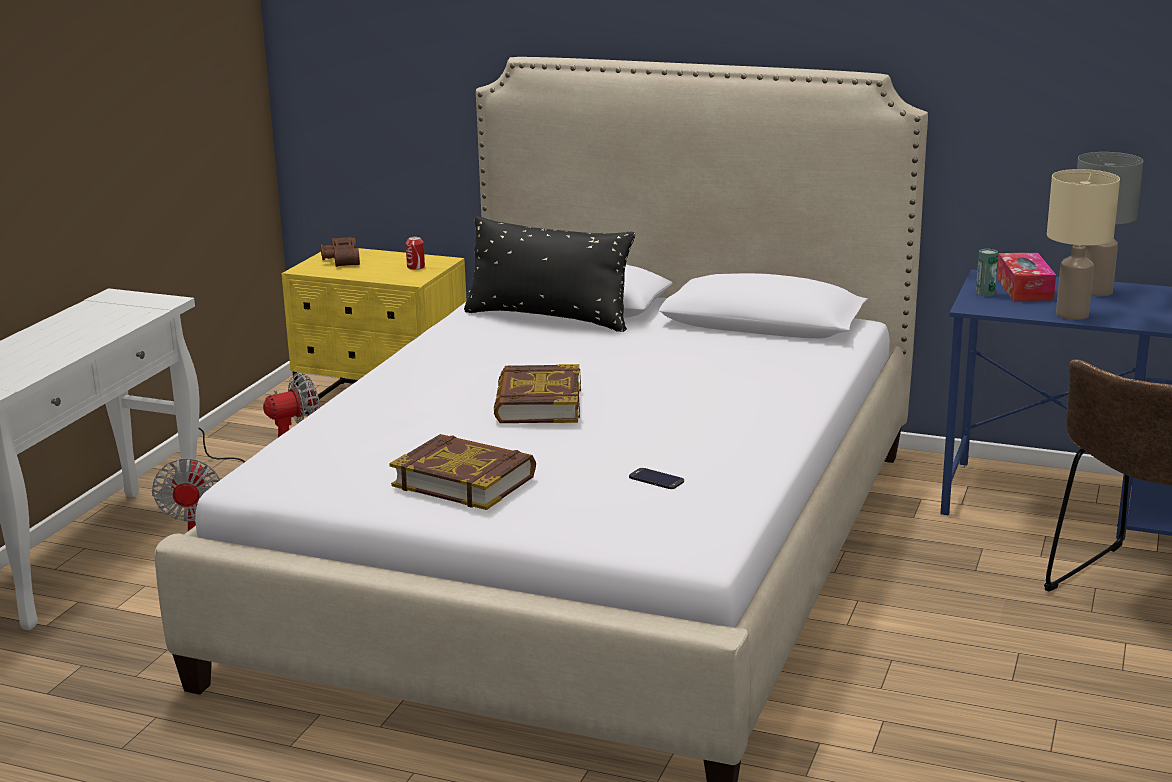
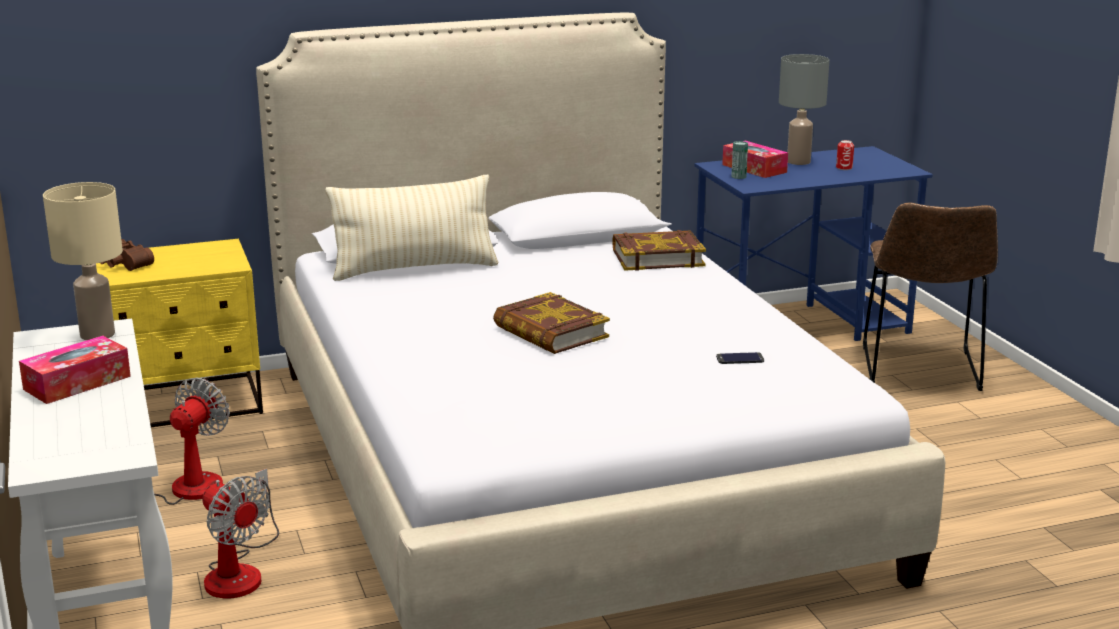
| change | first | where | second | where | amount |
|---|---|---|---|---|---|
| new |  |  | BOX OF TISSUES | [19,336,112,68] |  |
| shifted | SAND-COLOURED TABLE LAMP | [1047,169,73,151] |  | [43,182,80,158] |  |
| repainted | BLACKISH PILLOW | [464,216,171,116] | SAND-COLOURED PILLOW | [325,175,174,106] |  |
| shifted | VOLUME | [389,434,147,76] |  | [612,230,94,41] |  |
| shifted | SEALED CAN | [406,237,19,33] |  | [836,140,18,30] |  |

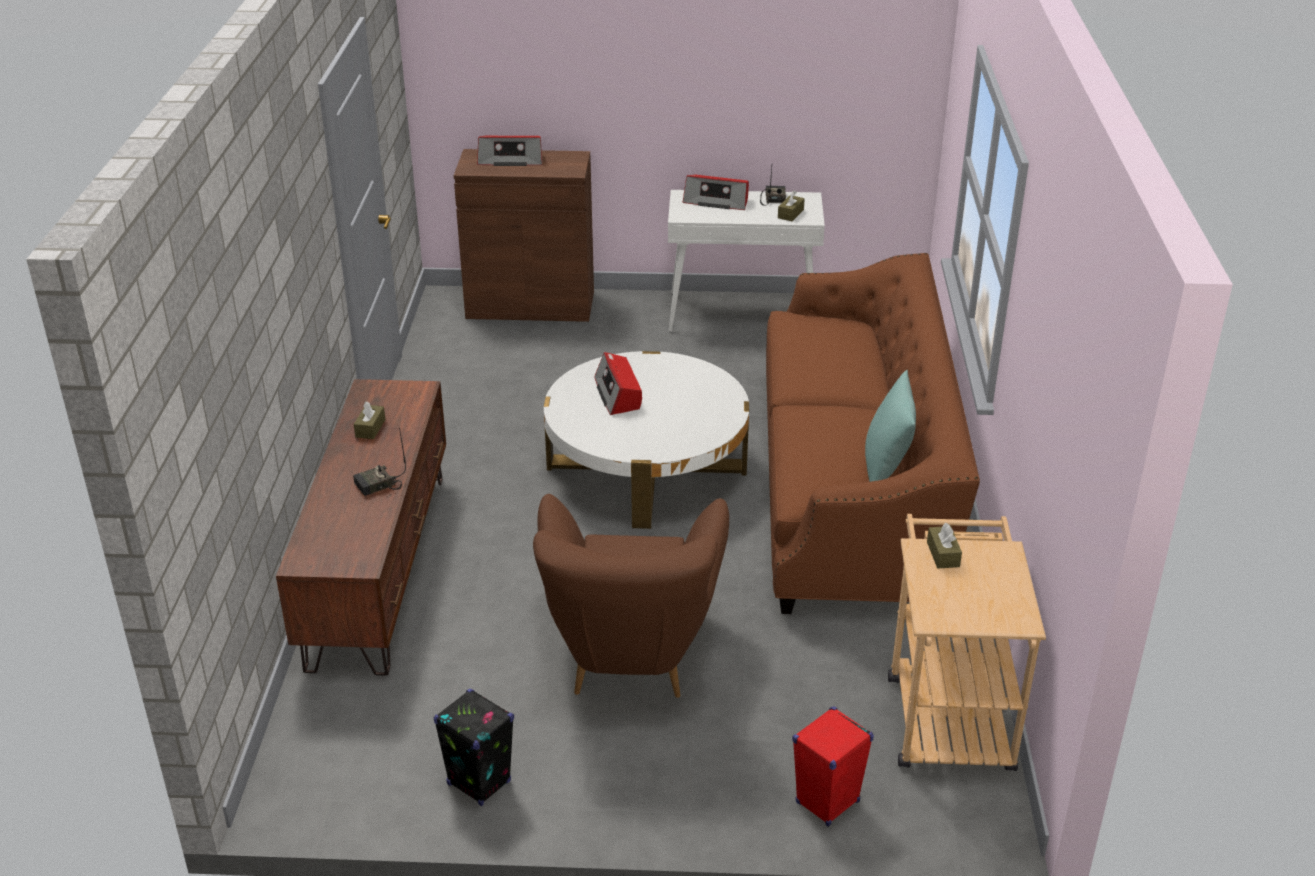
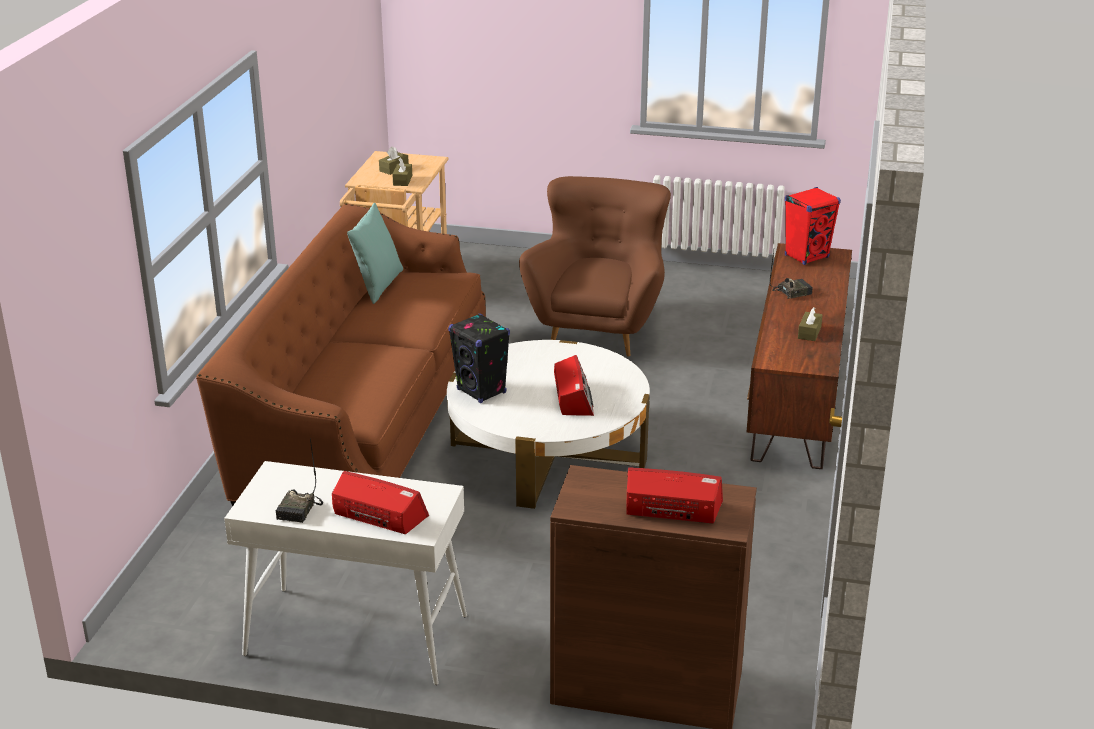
| change | first | where | second | where | amount |
|---|---|---|---|---|---|
| shifted | BROWNISH BOX OF TISSUES | [778,191,27,30] |  | [379,146,30,29] |  |
| shifted | BLACKISH SPEAKER | [434,689,80,117] |  | [448,313,62,90] |  |
| shifted | REDDISH SPEAKER | [792,706,82,121] |  | [785,187,56,78] |  |

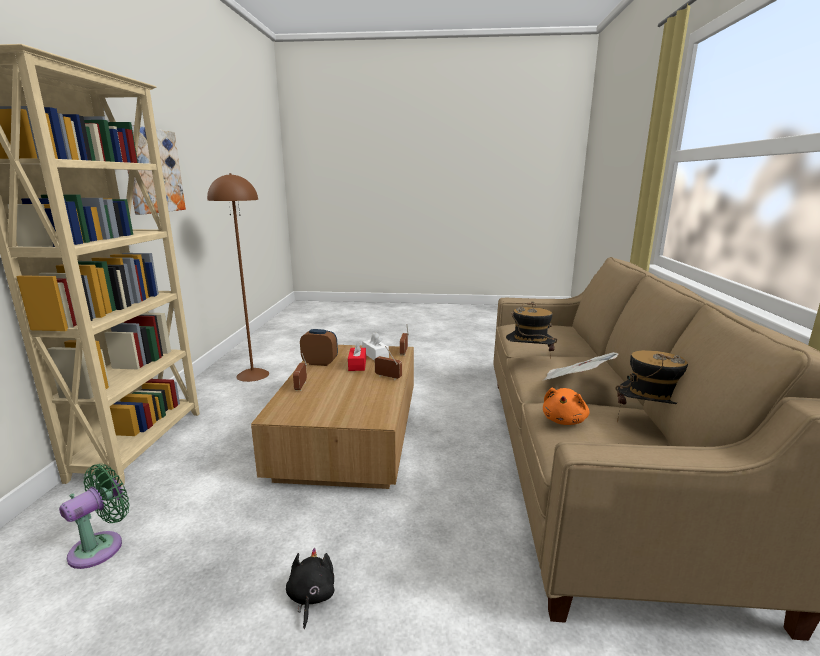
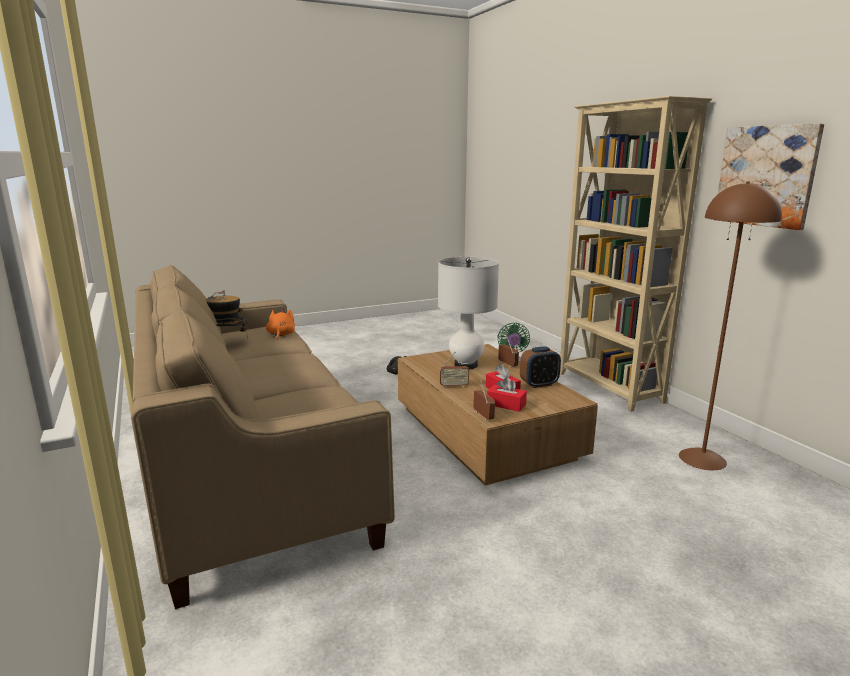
| change | first | where | second | where | amount |
|---|---|---|---|---|---|
| new |  |  | WHITE TABLE LAMP | [438,257,61,112] |  |
| repainted | WHITE BOX OF TISSUES | [362,332,27,29] | REDDISH BOX OF TISSUES | [487,377,40,35] |  |
| gone | WEARABLE HAT | [506,301,51,58] |  |  |  |
| gone | DAILY PAPER | [544,352,74,28] |  |  |  |

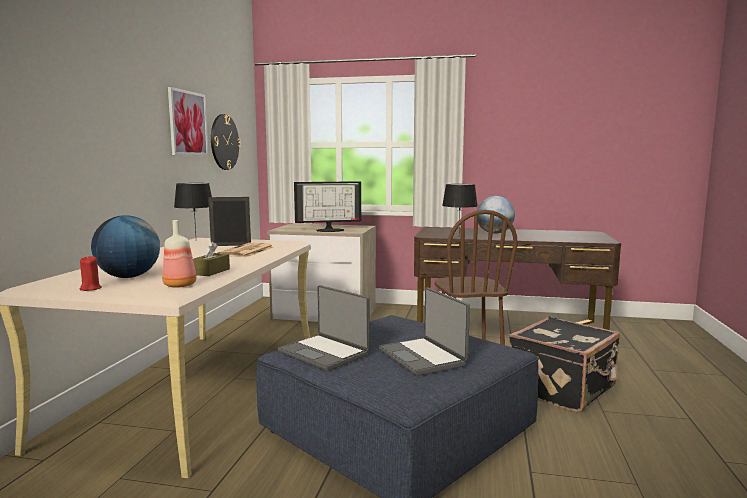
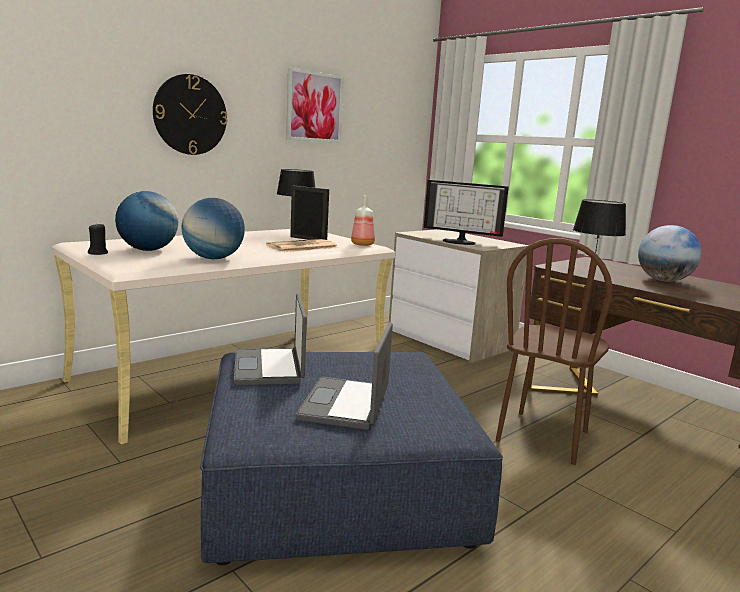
| change | first | where | second | where | amount |
|---|---|---|---|---|---|
| repainted | REDDISH CANDLE | [79,255,23,36] | BLACKISH CANDLE | [88,223,20,32] |  |
| shifted | HANGING CLOCK | [211,114,30,56] |  | [153,74,74,81] |  |
| swapped | BROWNISH BOX OF TISSUES | [193,241,37,35] | DESK GLOBE | [181,198,64,61] |  |
| shifted | BOTTLE | [162,220,34,68] |  | [351,196,24,50] |  |
| gone | BLACKISH SUITCASE | [509,316,111,96] |  |  |  |

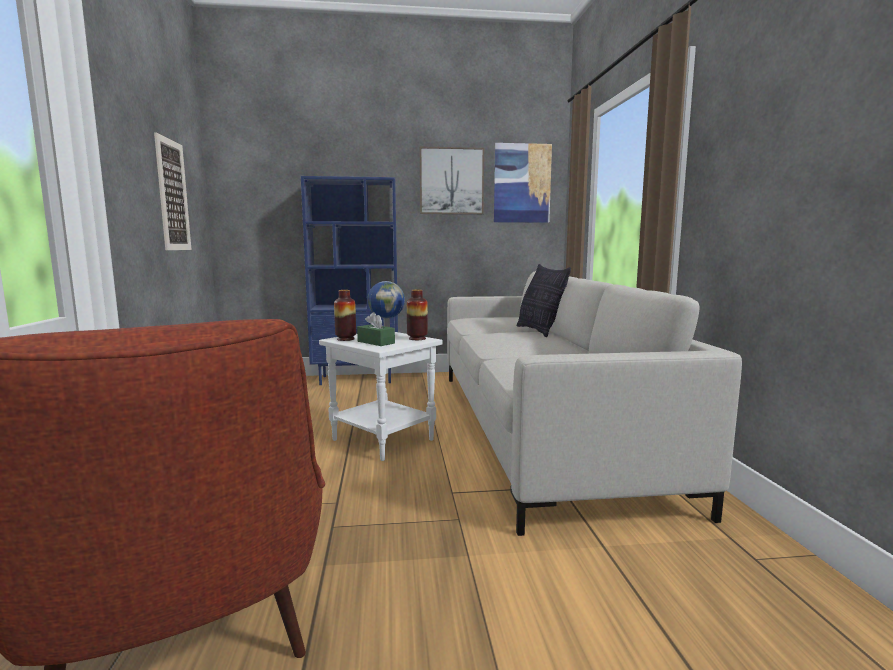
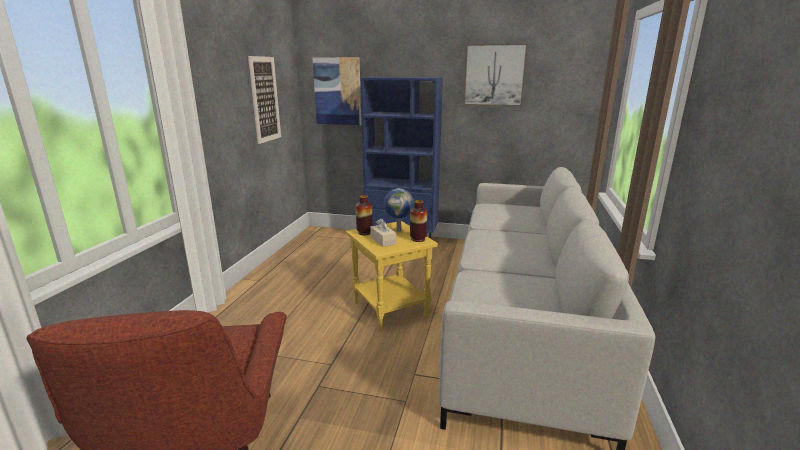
| change | first | where | second | where | amount |
|---|---|---|---|---|---|
| shifted | WALL ART | [494,143,58,80] |  | [312,57,49,68] |  |
| repainted | WHITE ACCENT TABLE | [319,332,124,129] | YELLOWISH ACCENT TABLE | [346,221,92,110] |  |
| repainted | GREENISH BOX OF TISSUES | [357,312,38,34] | SAND-COLOURED BOX OF TISSUES | [370,218,26,29] |  |
| gone | PILLOW | [517,264,54,73] |  |  |  |

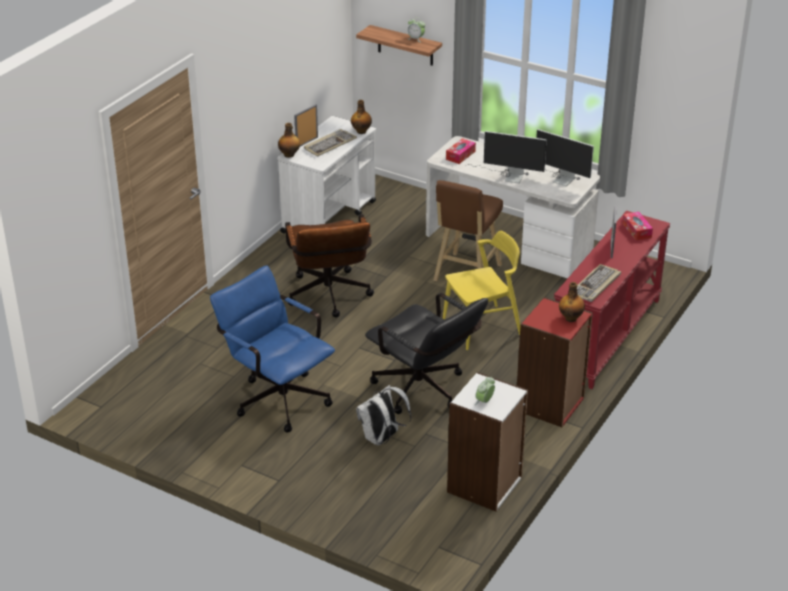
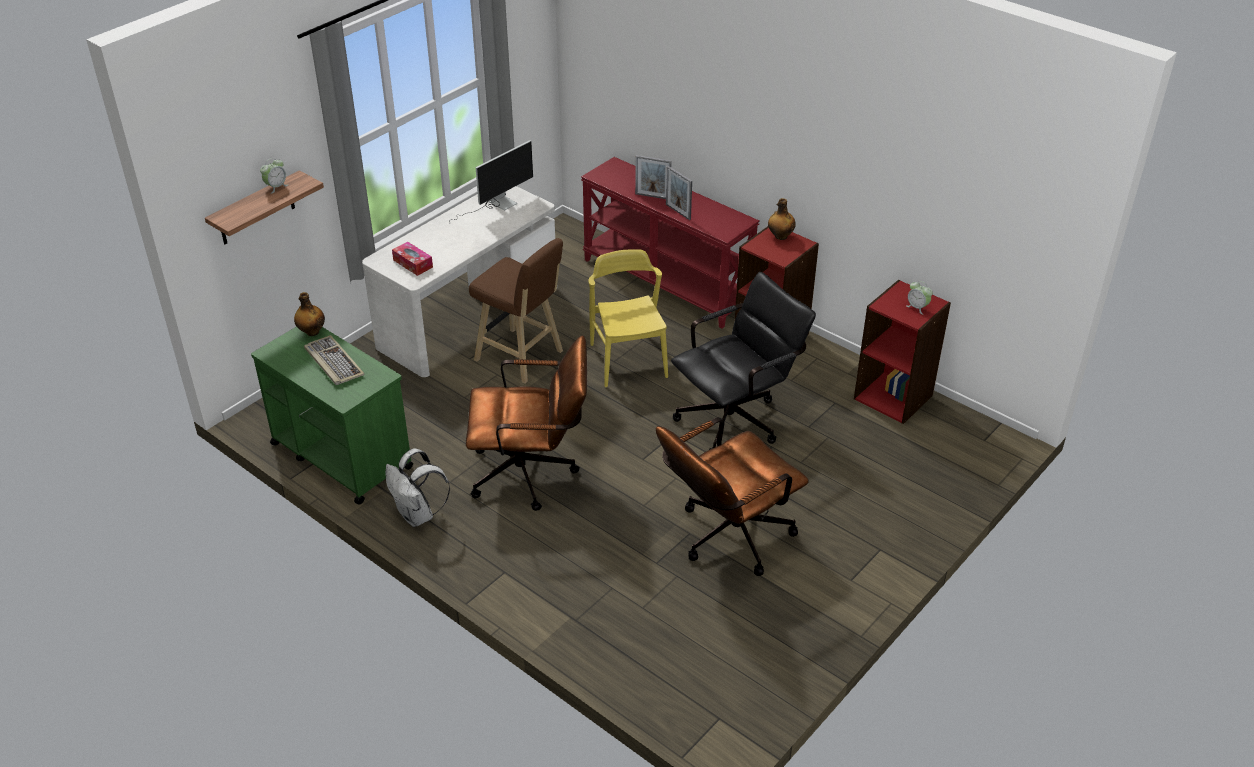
| change | first | where | second | where | amount |
|---|---|---|---|---|---|
| repainted | WHITE TROLLEY | [277,116,99,118] | GREENISH TROLLEY | [251,326,162,179] |  |
| shifted | WHITE KNAPSACK | [356,385,55,60] |  | [386,448,64,79] |  |
| repainted | BLUE-COLOURED OFFICE CHAIR | [210,266,125,167] | BROWNISH OFFICE CHAIR | [656,417,153,159] |  |
| shifted | PHOTO FRAME | [294,104,24,42] |  | [666,166,26,54] |  |
| repainted | WHITE BOOKCASE | [447,372,81,140] | REDDISH BOOKCASE | [854,280,97,144] |  |
| gone | BOTTLE | [278,123,22,35] |  |  |  |
| gone | COMPUTER SCREEN | [466,131,81,53] |  |  |  |
| gone | PC KEYBOARD | [577,264,44,38] |  |  |  |
| gone | BOX OF TISSUES | [622,212,31,29] |  |  |  |

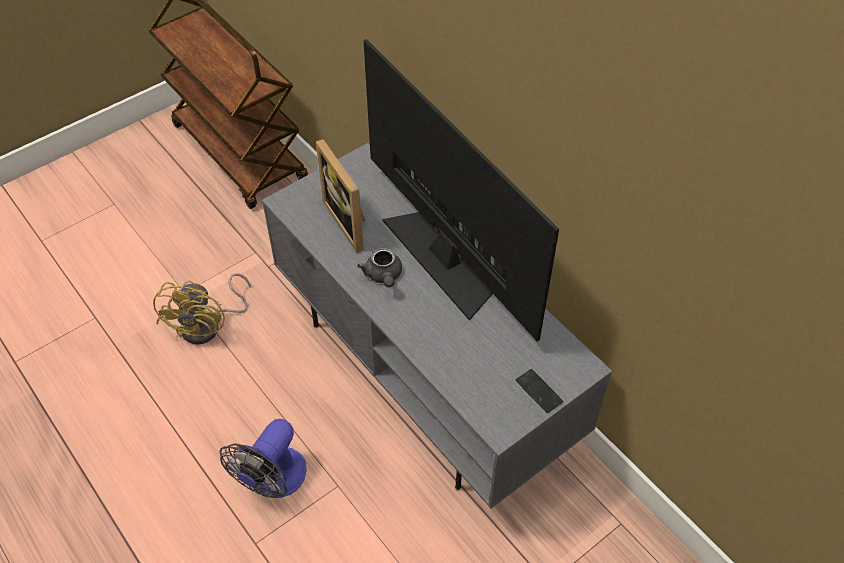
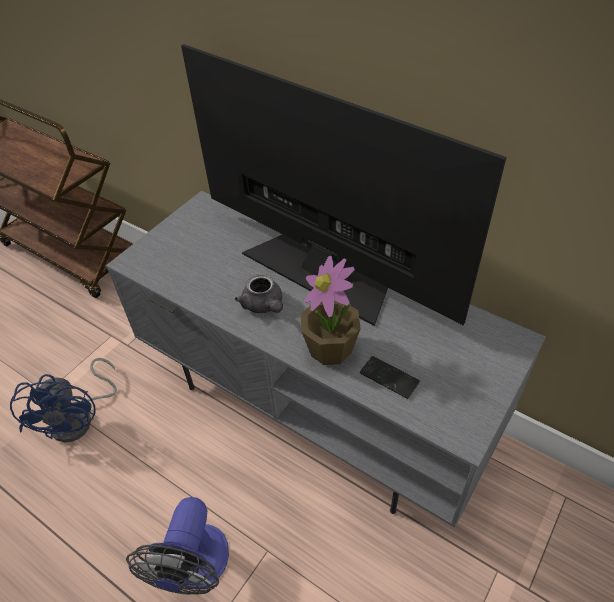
| change | first | where | second | where | amount |
|---|---|---|---|---|---|
| repainted | YELLOWISH FAN | [153,273,98,72] | BLUE-COLOURED FAN | [10,358,107,84] |  |
| new |  |  | POTTED PLANT | [301,256,60,109] |  |
| shifted | TELEPHONE | [516,369,47,44] |  | [360,356,60,43] |  |
| gone | PHOTO FRAME | [316,139,50,113] |  |  |  |

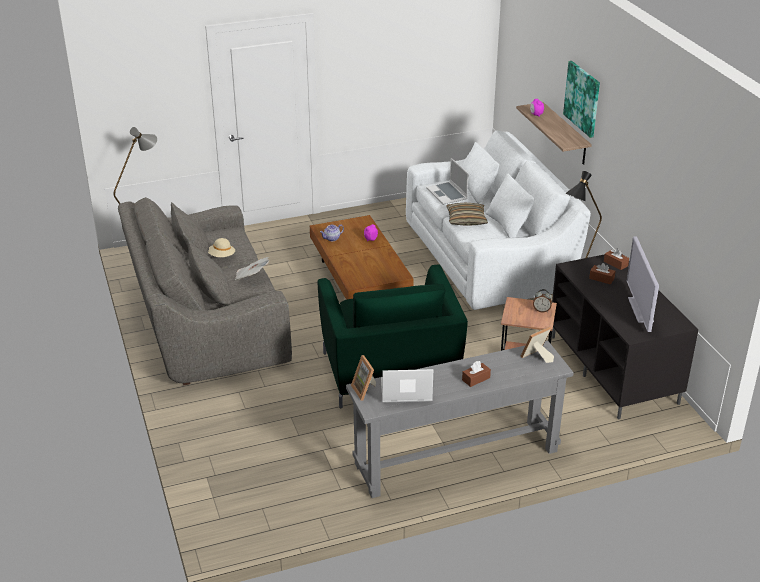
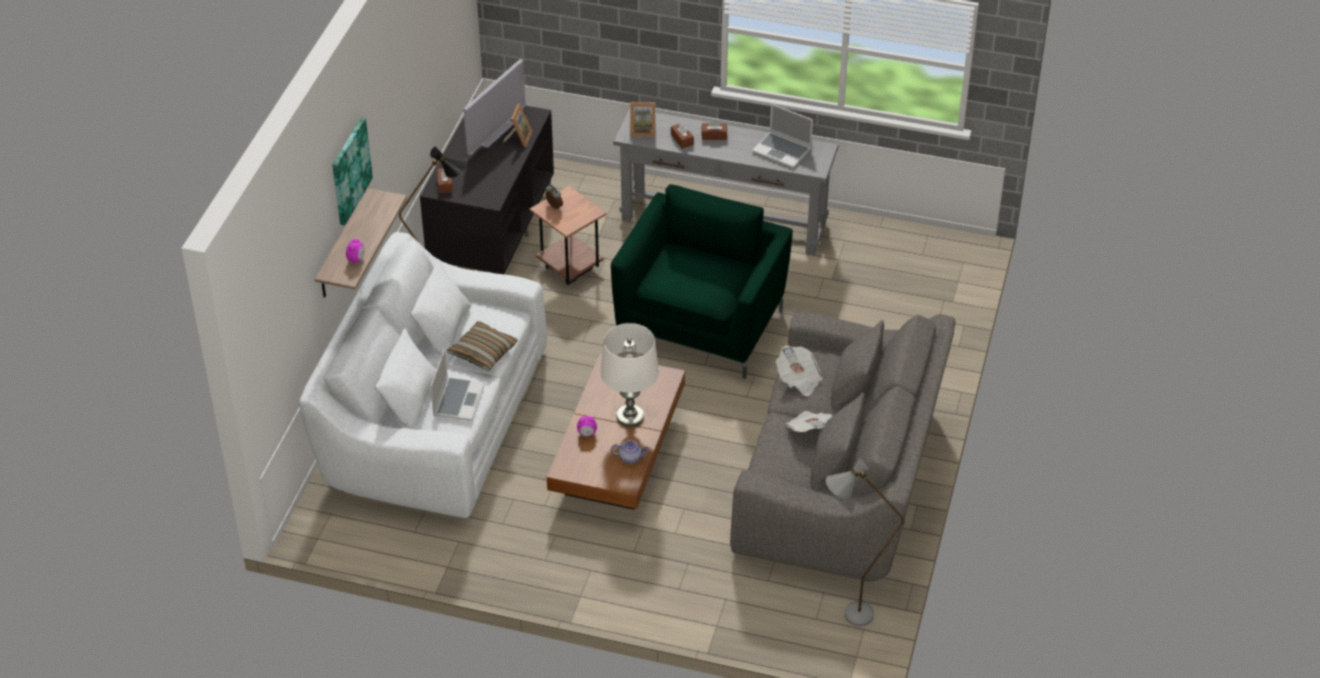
| change | first | where | second | where | amount |
|---|---|---|---|---|---|
| shifted | PHOTO FRAME | [351,355,25,46] |  | [503,104,29,43] |  |
| new |  |  | WHITE TABLE LAMP | [600,323,59,104] |  |
| shifted | BROWNISH BOX OF TISSUES | [589,263,27,22] |  | [671,122,23,27] |  |
| swapped | SAND-COLOURED WEARABLE HAT | [208,238,27,19] | DAILY PAPER | [785,411,47,21] |  |

